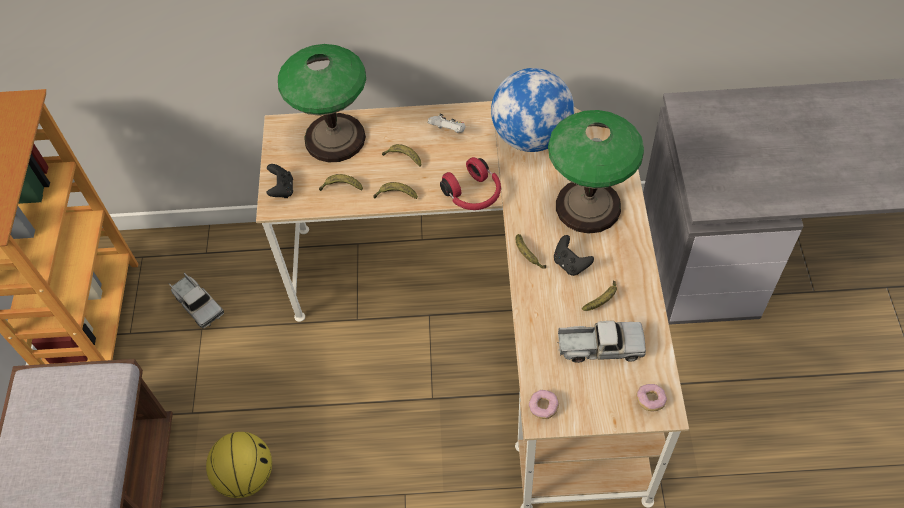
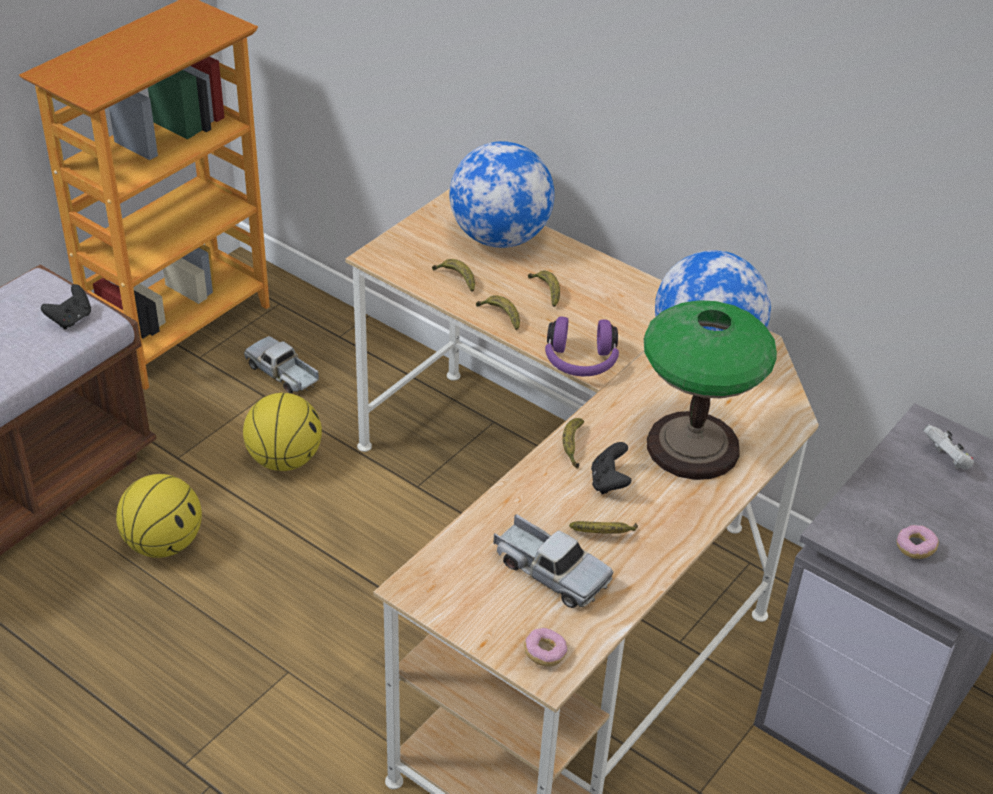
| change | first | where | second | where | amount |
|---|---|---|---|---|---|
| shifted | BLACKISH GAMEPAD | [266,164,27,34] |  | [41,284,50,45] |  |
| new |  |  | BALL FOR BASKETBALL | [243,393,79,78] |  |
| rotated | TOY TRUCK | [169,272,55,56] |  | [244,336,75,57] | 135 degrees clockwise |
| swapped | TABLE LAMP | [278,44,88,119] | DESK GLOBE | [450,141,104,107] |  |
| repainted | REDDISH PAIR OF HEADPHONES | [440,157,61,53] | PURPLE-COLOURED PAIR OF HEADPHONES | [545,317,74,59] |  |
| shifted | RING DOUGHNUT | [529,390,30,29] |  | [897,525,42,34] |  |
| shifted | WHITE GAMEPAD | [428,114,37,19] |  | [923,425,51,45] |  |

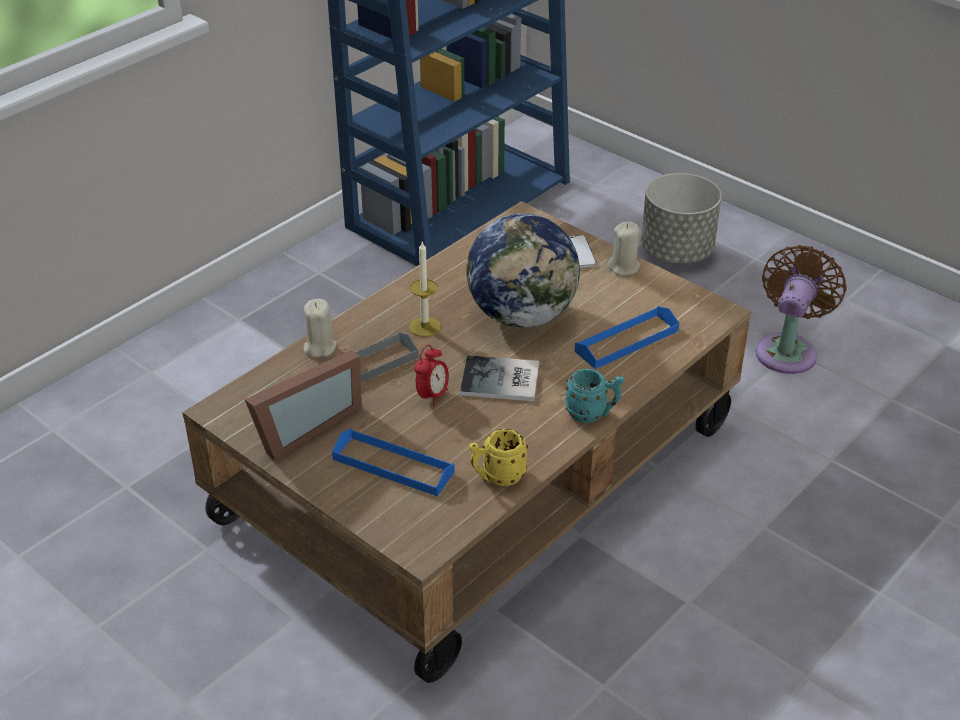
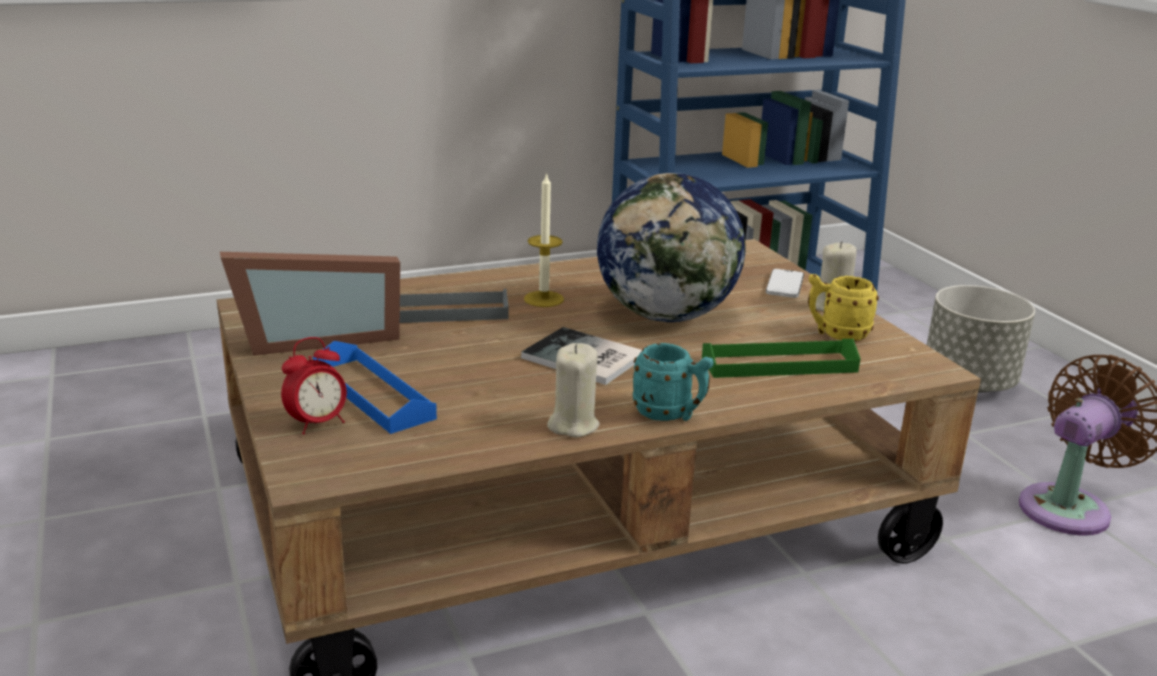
| change | first | where | second | where | amount |
|---|---|---|---|---|---|
| shifted | BEDSIDE CLOCK | [414,345,35,61] |  | [281,337,66,97] |  |
| shifted | SAND-COLOURED CANDLE | [304,299,32,58] |  | [547,343,53,94] |  |
| repainted | BLUE-COLOURED SERVING TRAY | [575,306,104,63] | GREENISH SERVING TRAY | [702,339,159,39] |  |
| shifted | YELLOWISH TEA MUG | [469,429,59,57] |  | [808,274,71,67] |  |

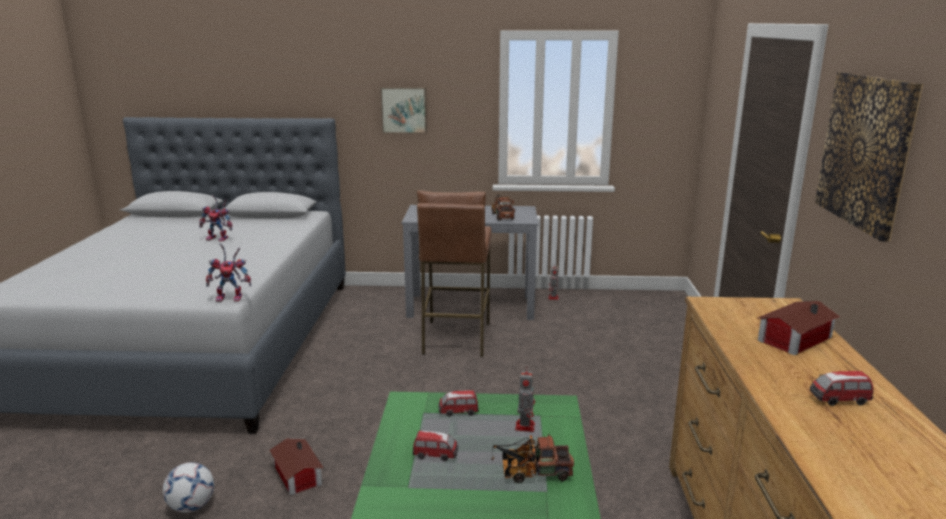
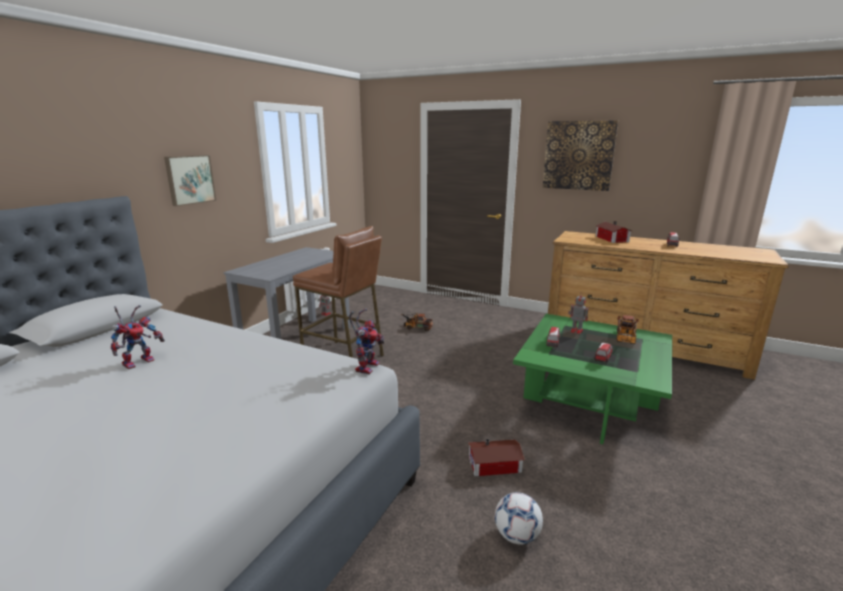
| change | first | where | second | where | amount |
|---|---|---|---|---|---|
| shifted | TOY TRUCK | [491,193,24,27] |  | [401,313,32,18] |  |

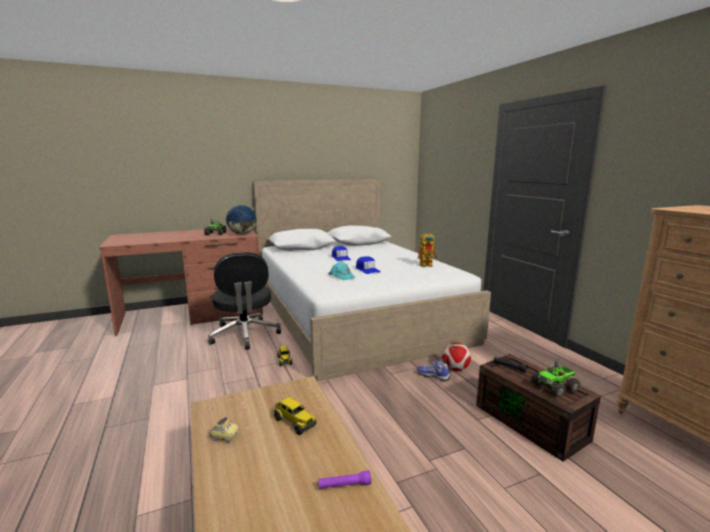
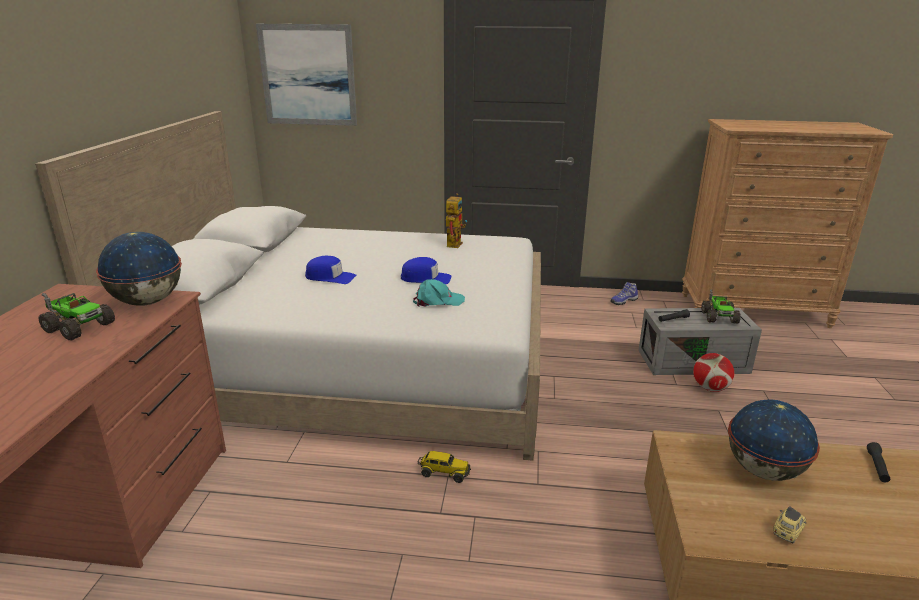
| change | first | where | second | where | amount |
|---|---|---|---|---|---|
| new |  |  | WALL ART | [256,24,101,102] |  |
| shifted | ITEM OF FOOTWEAR | [417,359,33,22] |  | [610,282,28,23] |  |
| repainted | BROWNISH STORAGE BIN | [476,354,125,108] | GREYISH STORAGE BIN | [638,308,124,67] |  |
| shifted | FOOTBALL BALL | [442,342,29,29] |  | [693,353,41,39] |  |
| swapped | TOY TRUCK | [274,397,43,38] | DESK GLOBE | [728,399,92,82] |  |
| repainted | PURPLE-COLOURED HAND TORCH | [318,470,53,19] | BLACKISH HAND TORCH | [867,442,23,40] |  |
| gone | BLACKISH OFFICE CHAIR | [208,252,73,98] |  |  |  |

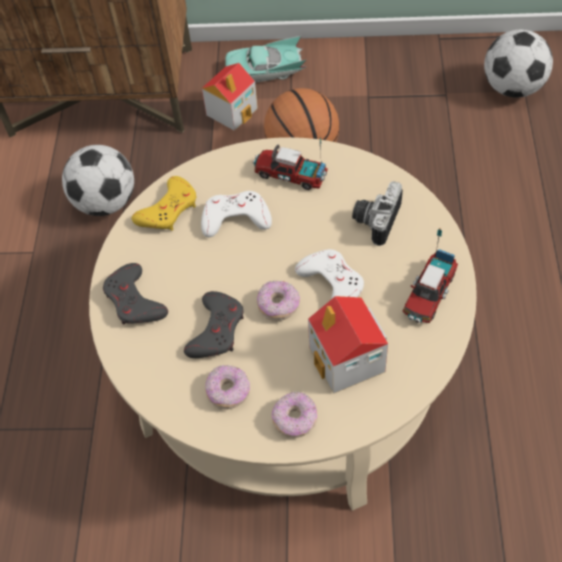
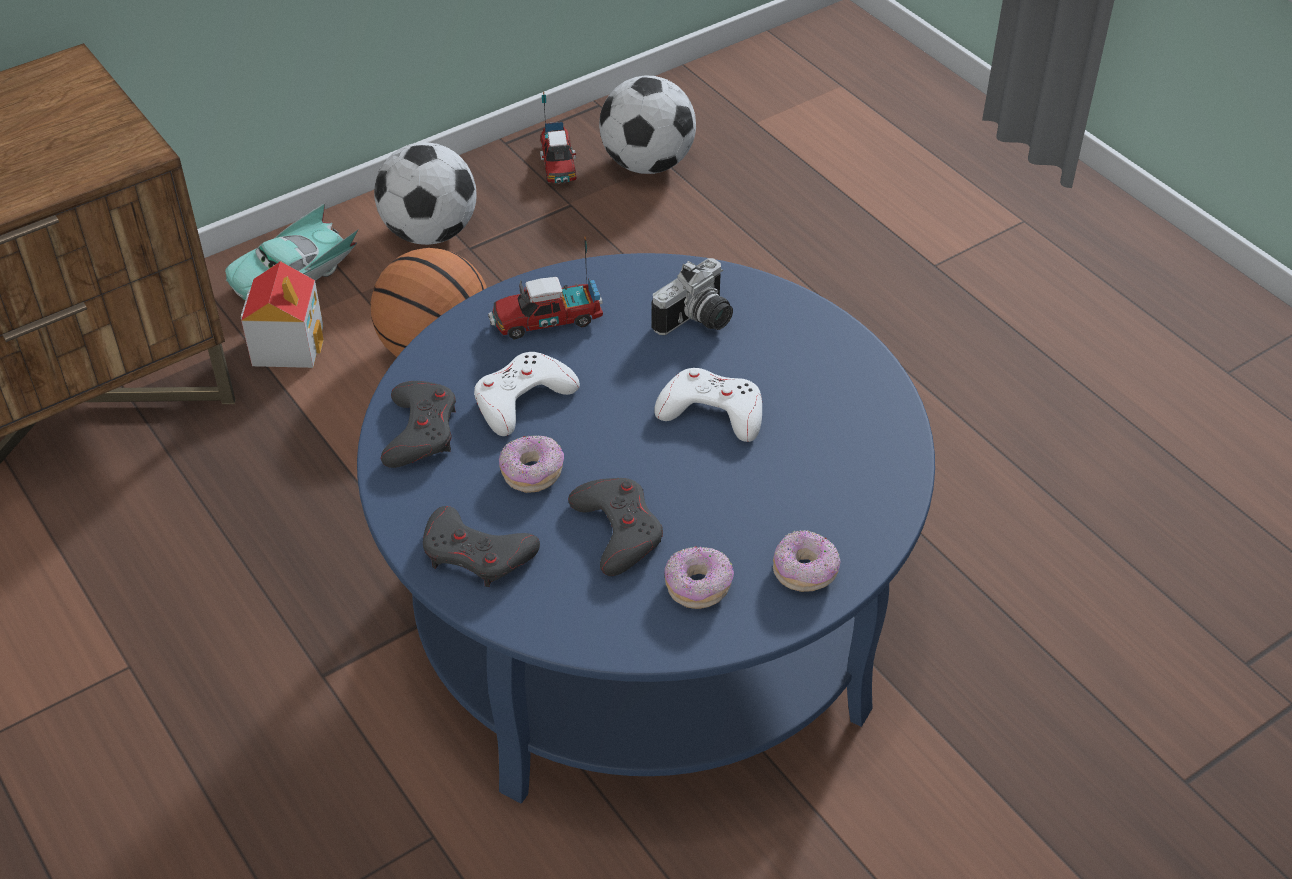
| change | first | where | second | where | amount |
|---|---|---|---|---|---|
| repainted | SAND-COLOURED COFFEE TABLE | [89,137,388,374] | BLUE-COLOURED COFFEE TABLE | [357,253,578,550] |  |
| shifted | FOOTBALL BALL | [62,145,72,71] |  | [374,142,103,103] |  |
| repainted | YELLOWISH GAMEPAD | [132,176,64,55] | GREYISH GAMEPAD | [381,381,75,87] |  |
| shifted | RING DOUGHNUT | [257,281,43,40] |  | [499,435,65,58] |  |
| shifted | TOY TRUCK | [403,228,55,95] |  | [540,92,36,91] |  |
| rotated | PHOTO CAMERA | [352,181,51,65] |  | [651,258,82,77] | 120 degrees counterclockwise |
| gone | MODEL HOUSE | [308,296,80,98] |  |  |  |

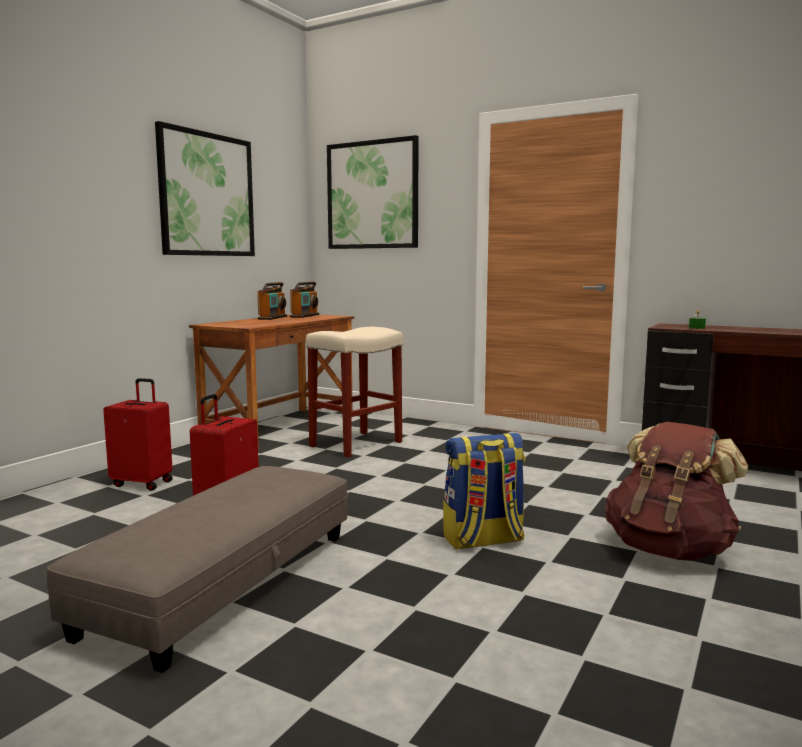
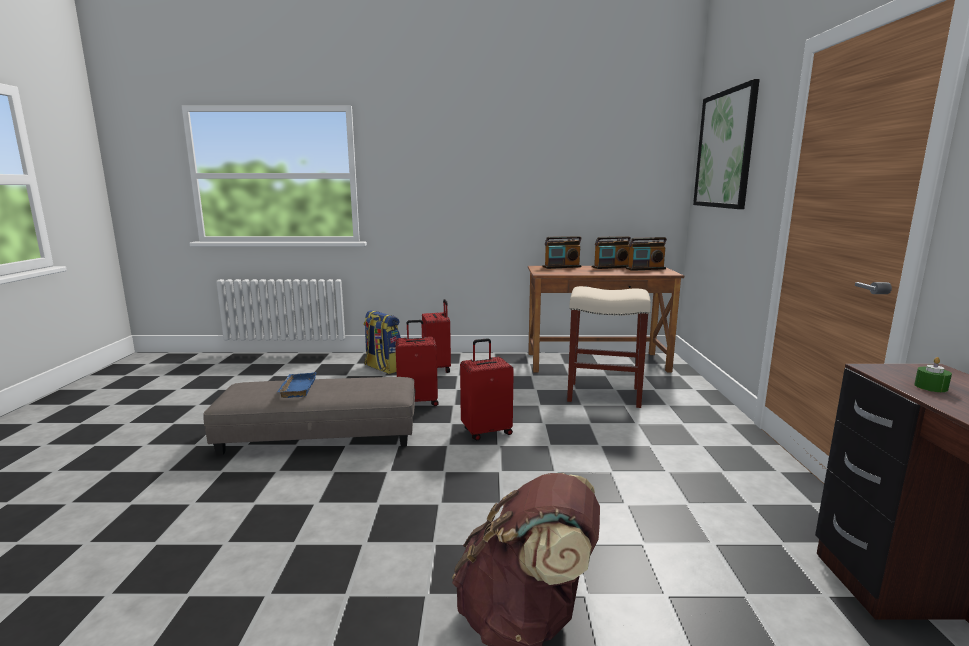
| change | first | where | second | where | amount |
|---|---|---|---|---|---|
| new |  |  | BLUE-COLOURED SERVING TRAY | [277,372,40,26] |  |
| shifted | KNAPSACK | [443,433,82,117] |  | [364,310,37,64] |  |
| new |  |  | REDDISH SUITCASE | [460,338,54,102] |  |
| new |  |  | RADIO | [542,236,40,33] |  |
| gone | WALL ART | [155,121,100,135] |  |  |  |

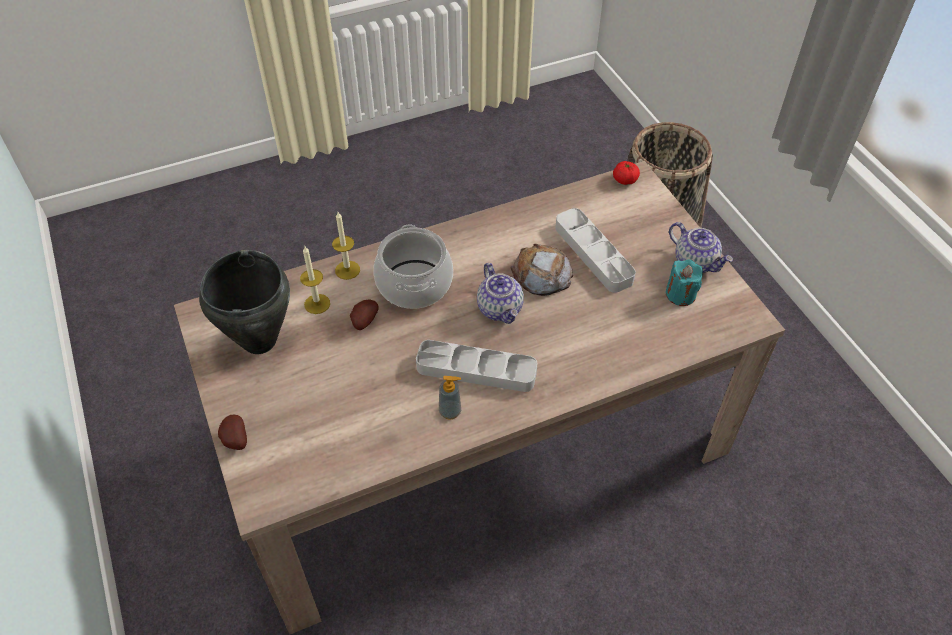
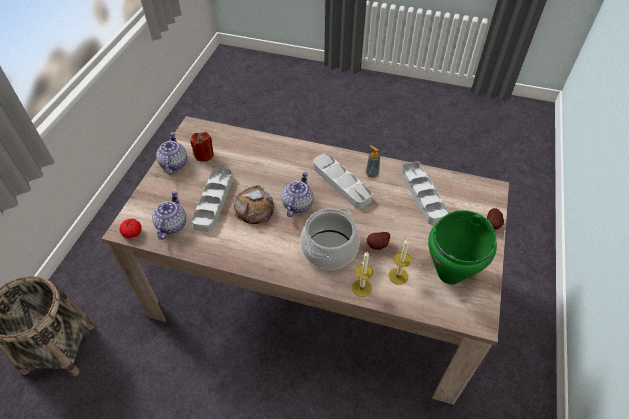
| change | first | where | second | where | amount |
|---|---|---|---|---|---|
| new |  |  | POT FOR TEA | [152,190,34,50] |  |
| repainted | BLUE-GREEN CANDLE | [666,259,37,47] | REDDISH CANDLE | [190,132,24,30] |  |
| new |  |  | GREYISH SERVING TRAY | [401,161,48,64] |  |
| repainted | BLACKISH COOKING POT | [199,250,91,104] | GREENISH COOKING POT | [428,210,69,74] |  |

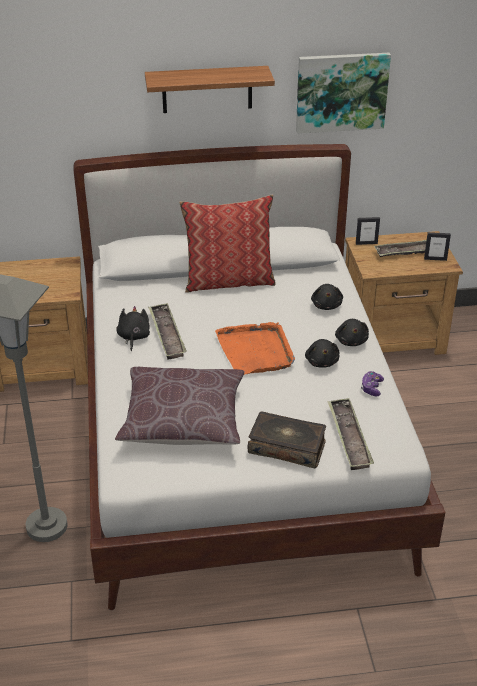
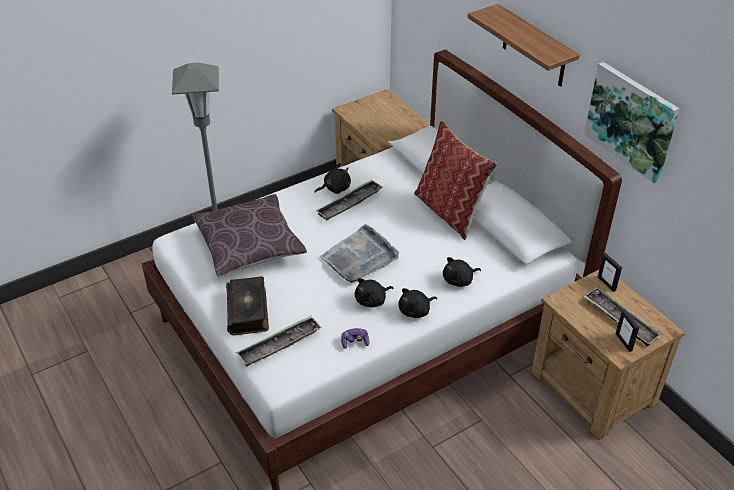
| change | first | where | second | where | amount |
|---|---|---|---|---|---|
| repainted | ORANGE SERVING TRAY | [215,322,80,53] | GREYISH SERVING TRAY | [320,224,79,59] |  |

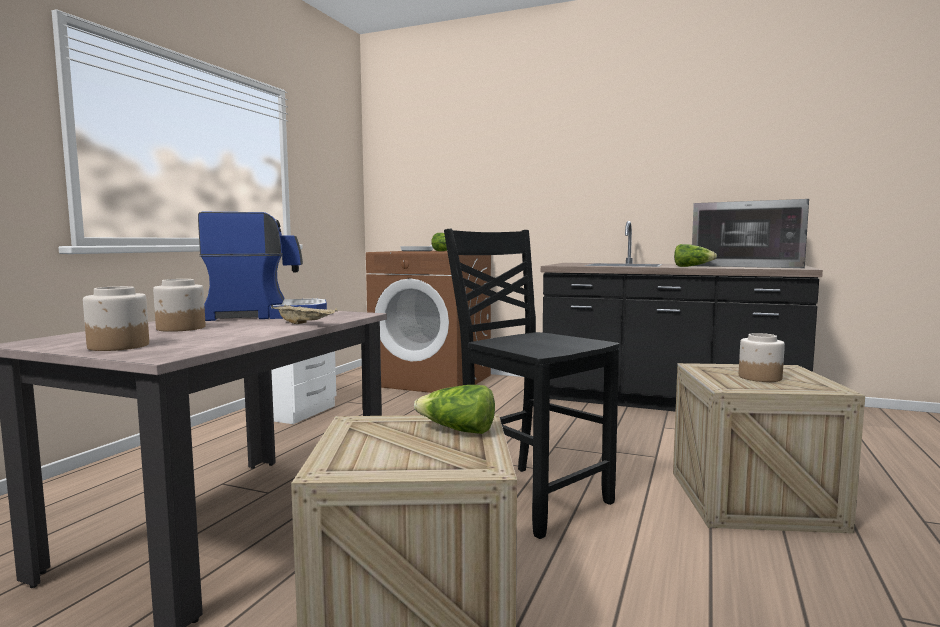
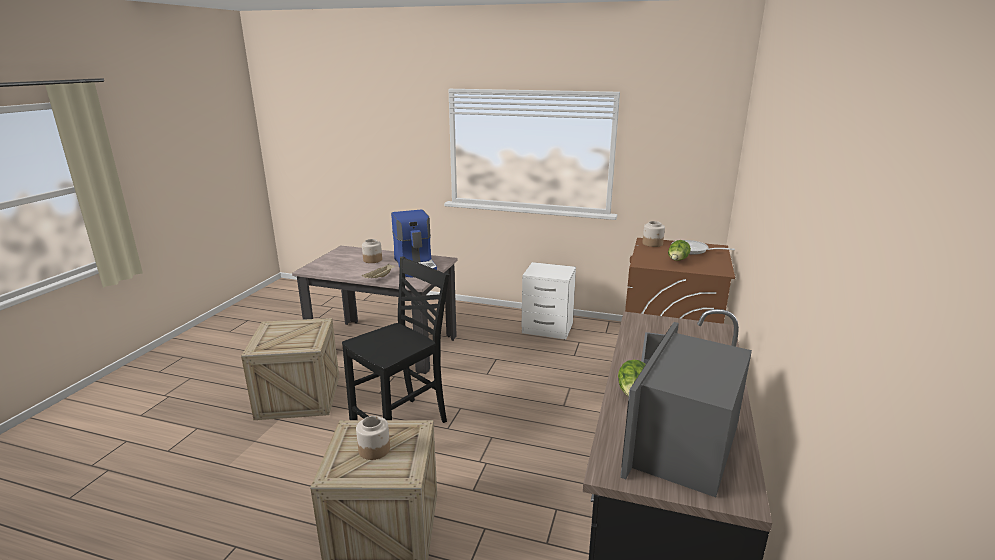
| change | first | where | second | where | amount |
|---|---|---|---|---|---|
| shifted | JAR | [83,286,66,65] |  | [643,221,22,26] |  |
| gone | LETTUCE | [414,385,81,49] |  |  |  |

